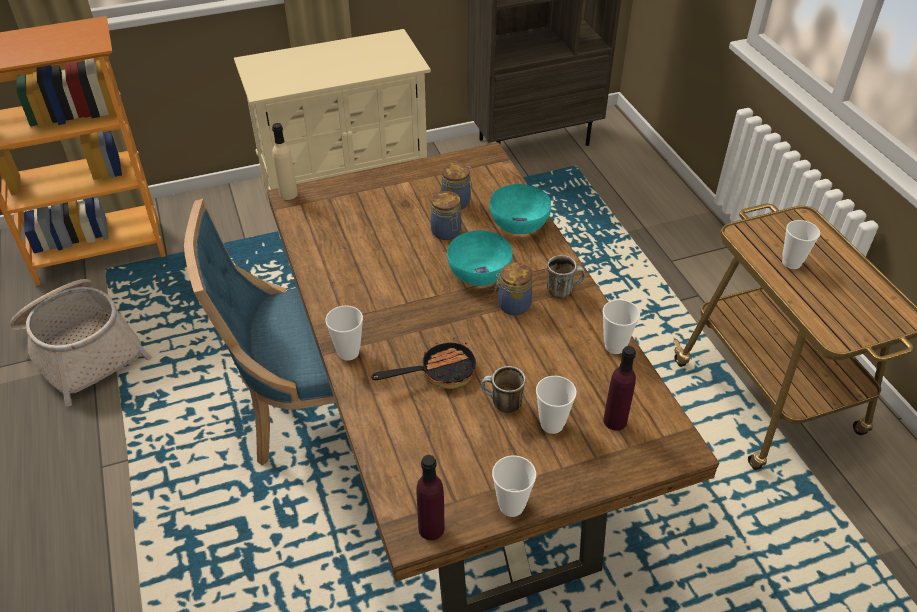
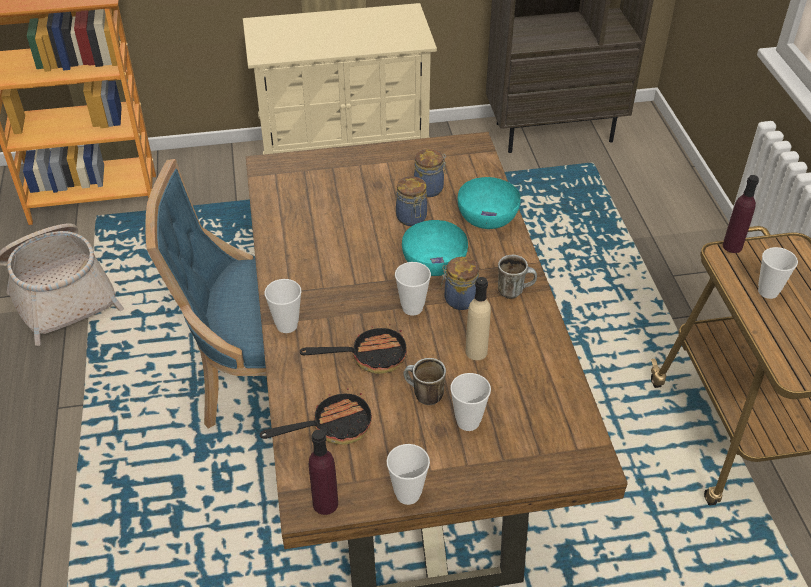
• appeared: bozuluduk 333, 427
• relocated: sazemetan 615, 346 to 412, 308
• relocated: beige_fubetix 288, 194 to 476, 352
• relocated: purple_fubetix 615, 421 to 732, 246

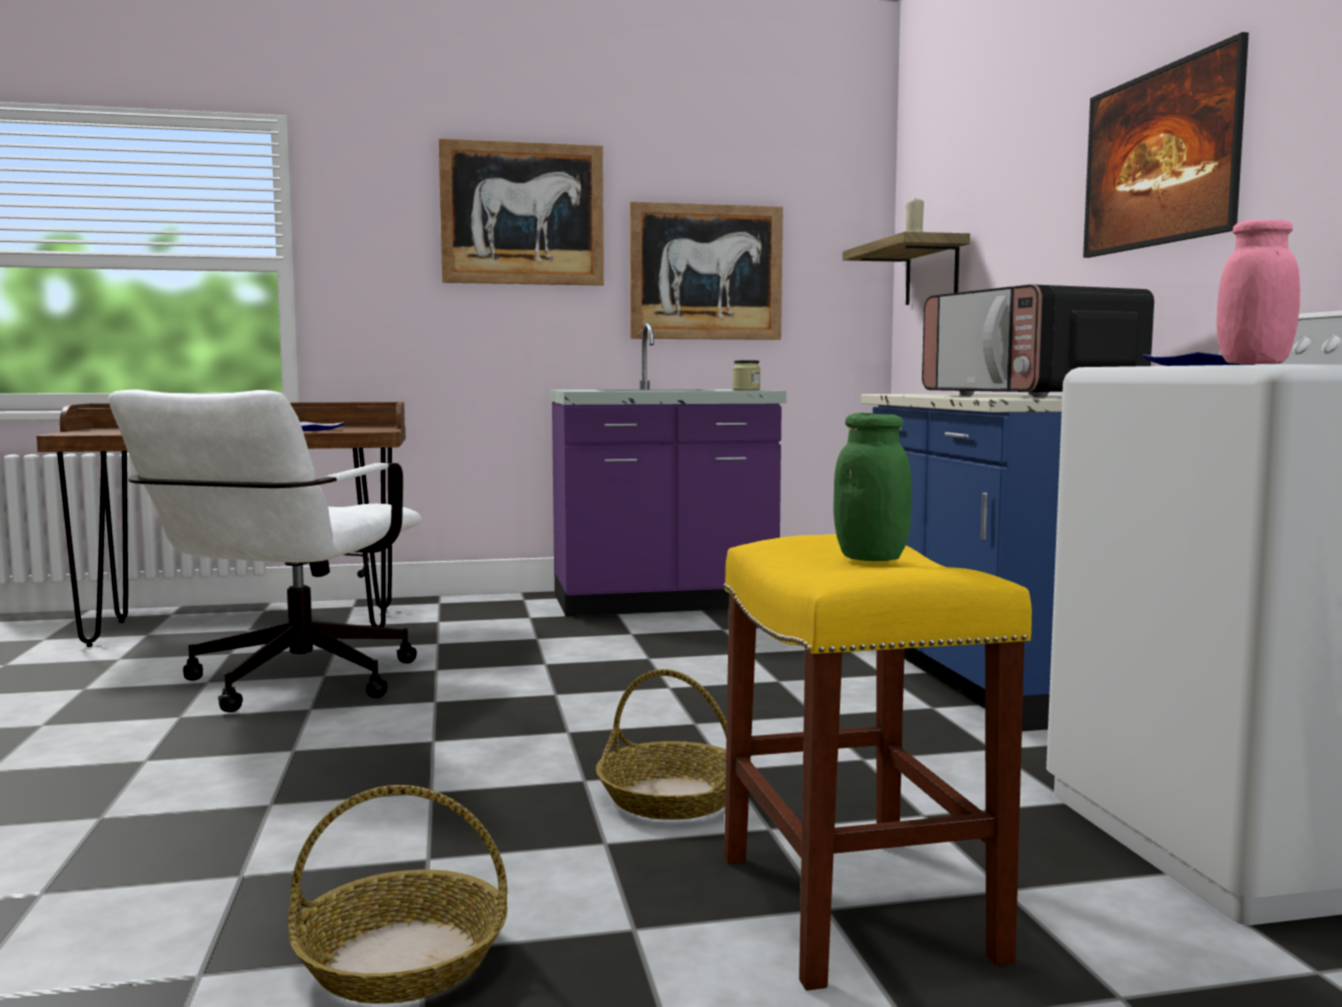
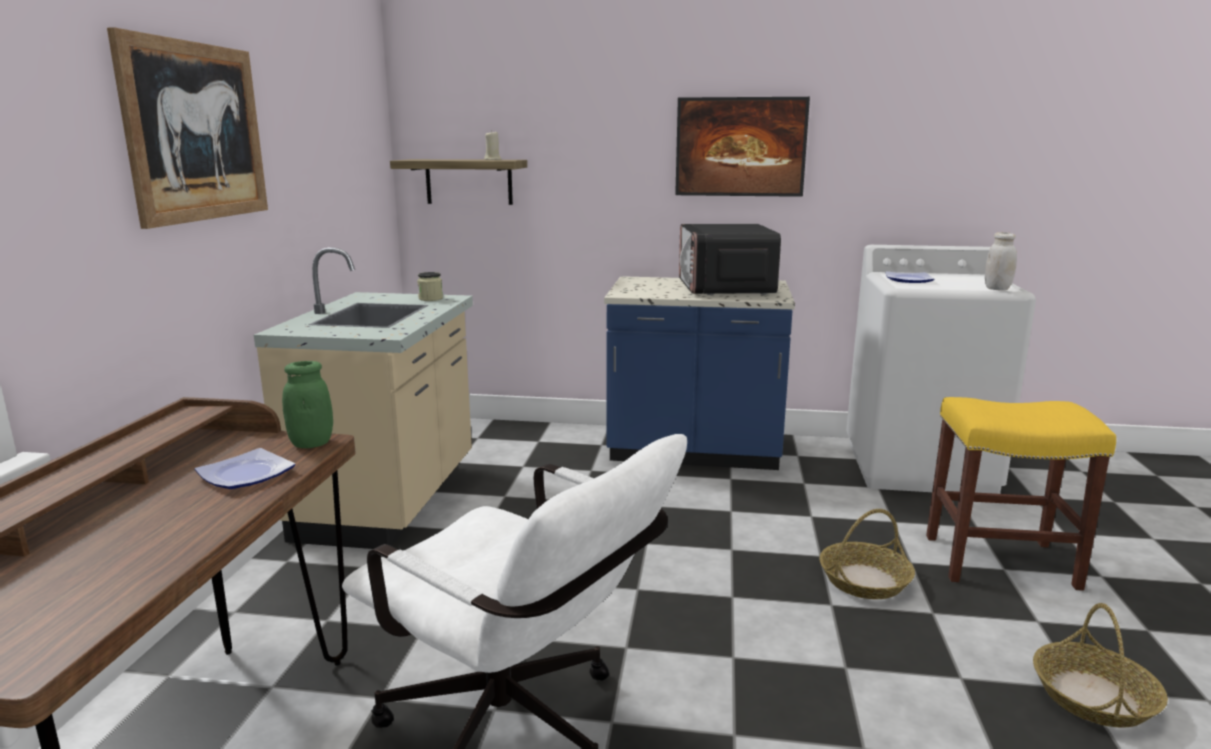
• colour: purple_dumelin 662, 603 to beige_dumelin 391, 501
• relocated: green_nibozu 871, 558 to 311, 443
• spun: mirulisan 1031, 396 = 725, 288 90 degrees clockwise
• colour: pink_nibozu 1254, 364 to white_nibozu 997, 289
• missing: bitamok 706, 272

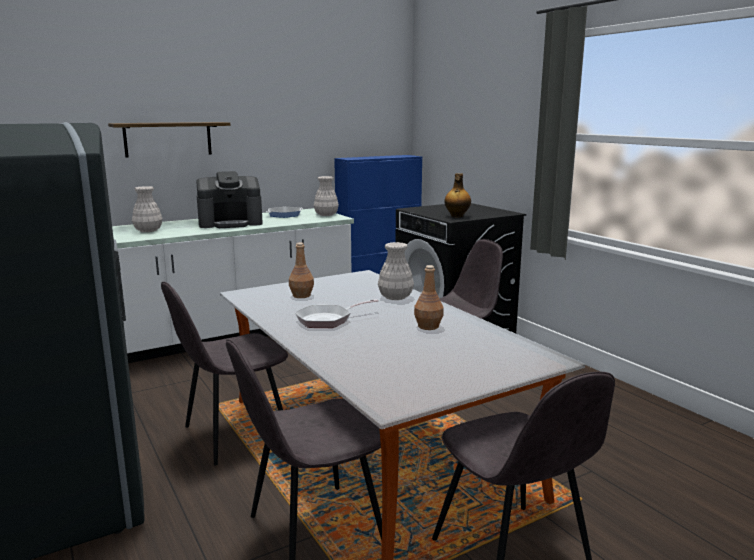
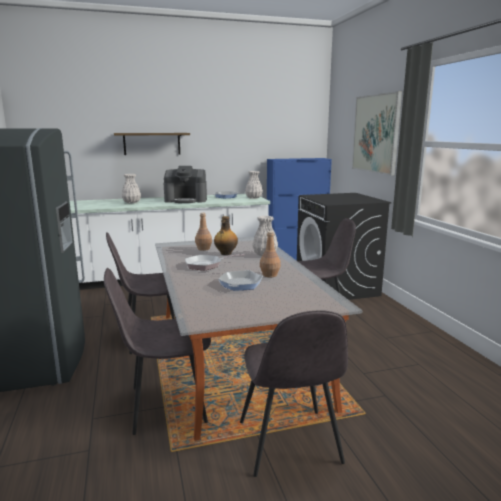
• relocated: fubetix 456, 216 to 225, 253
• appeared: bozuluduk 240, 284
• appeared: bitamok 376, 134

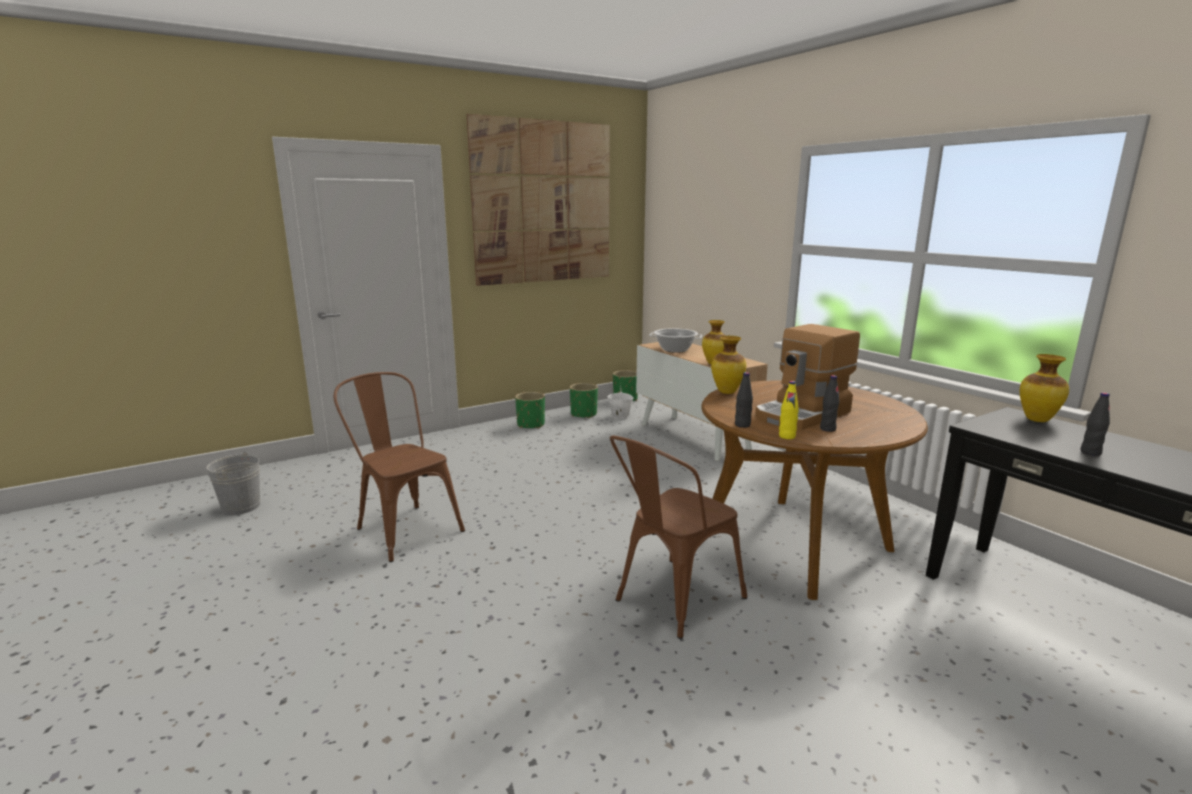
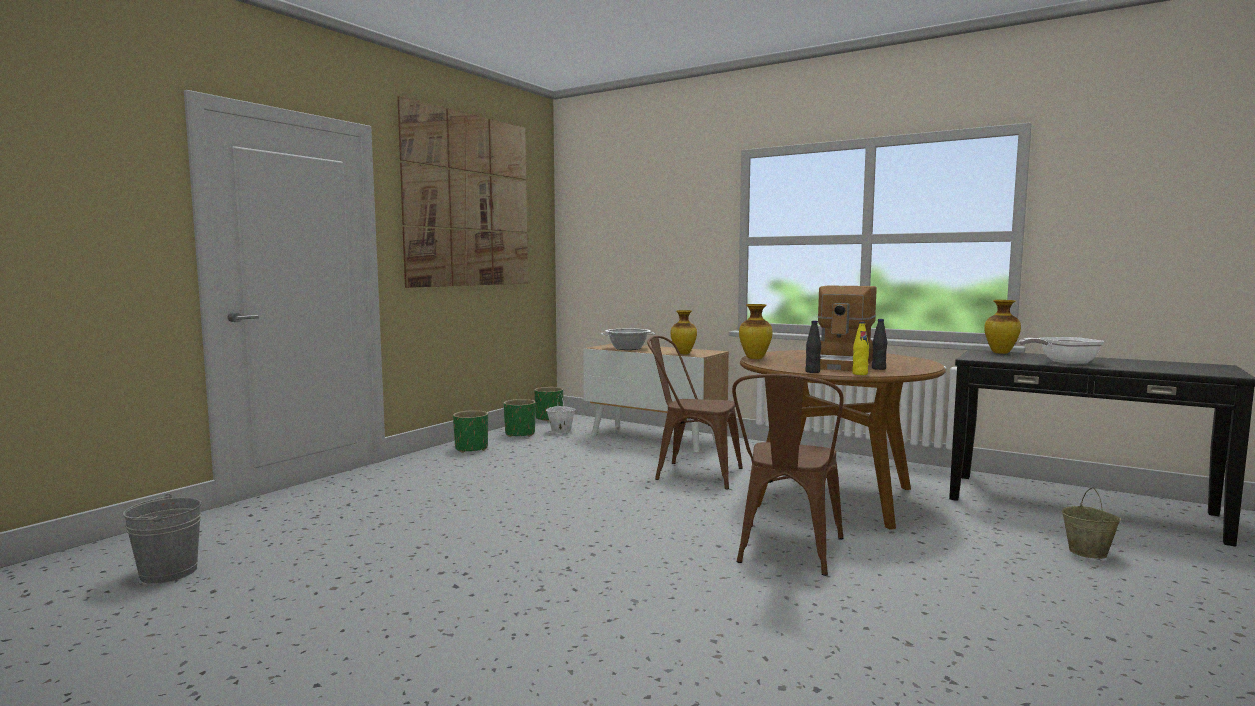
• relocated: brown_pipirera 403, 528 to 691, 473
• exchanged: black_fubetix 1090, 453 to bozuluduk 1063, 362
• appeared: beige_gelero 1088, 552

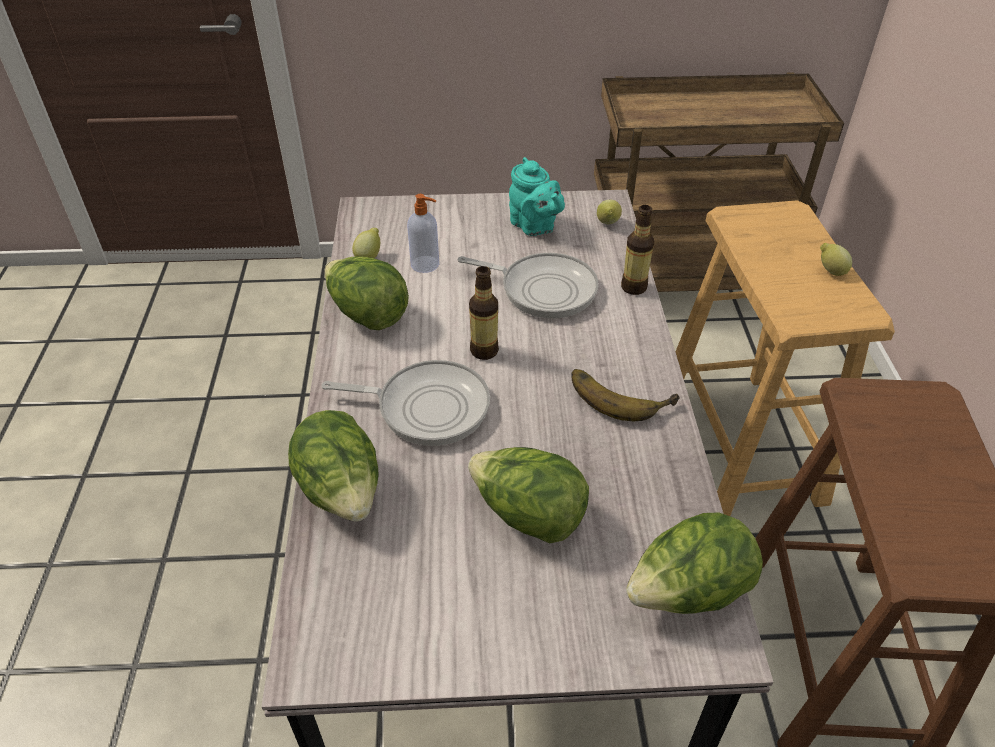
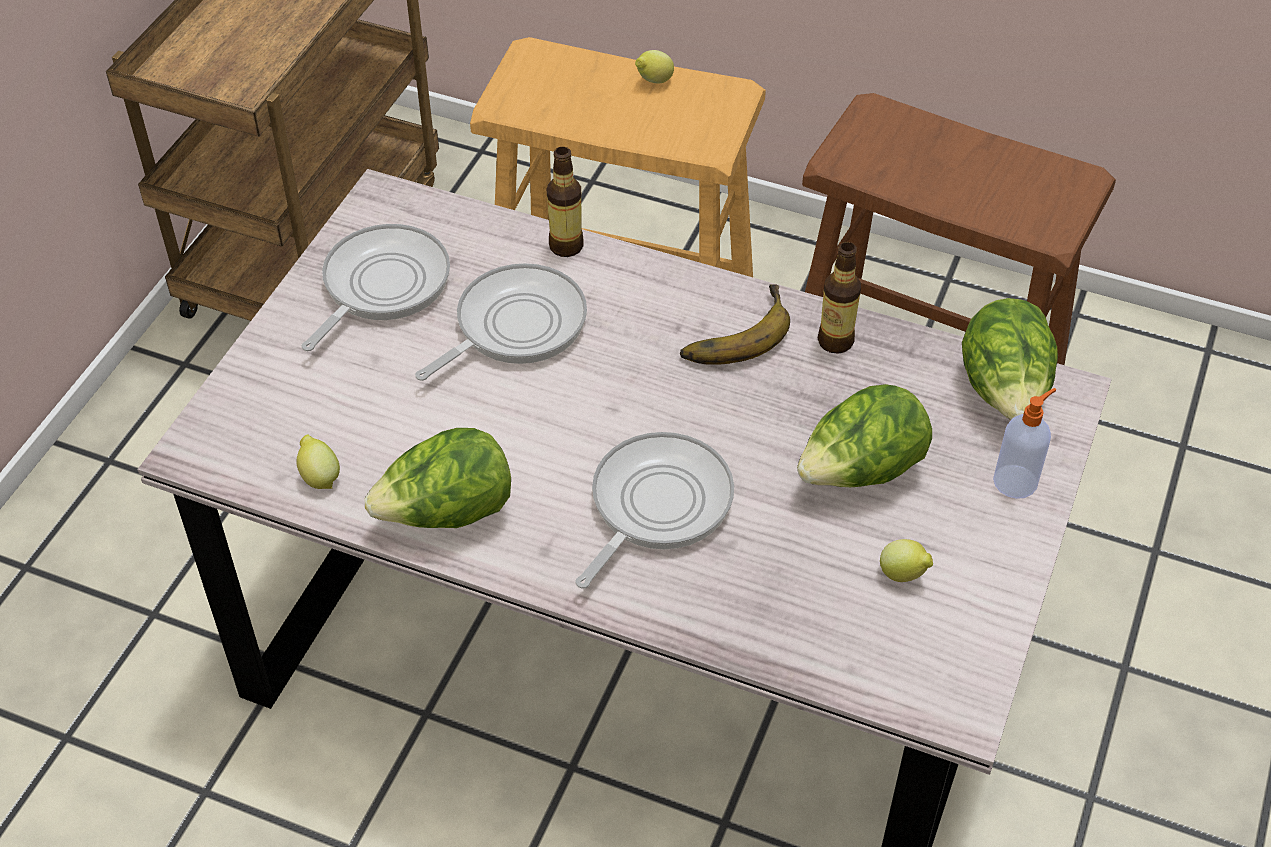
• exchanged: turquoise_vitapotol 534, 227 to bozuluduk 381, 286
• relocated: fubetix 484, 351 to 835, 341
• relocated: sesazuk 607, 224 to 903, 575
• relocated: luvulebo 426, 265 to 1016, 481
• missing: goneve 342, 492

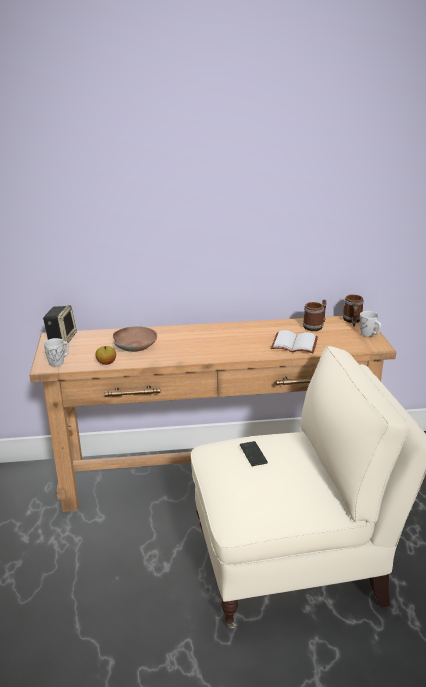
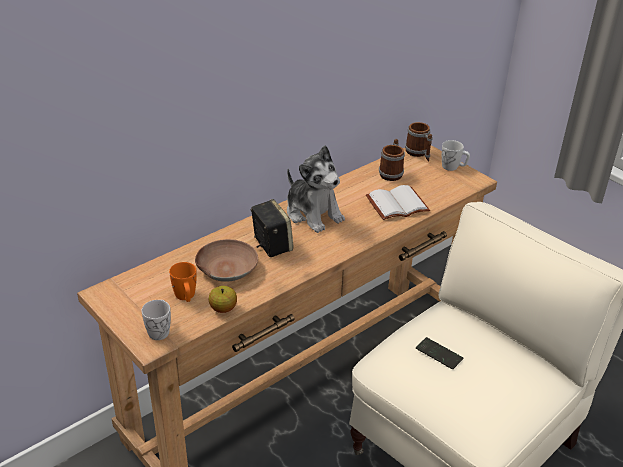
• appeared: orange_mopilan 185, 297
• relocated: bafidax 61, 339 to 271, 245
• appeared: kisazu 313, 213

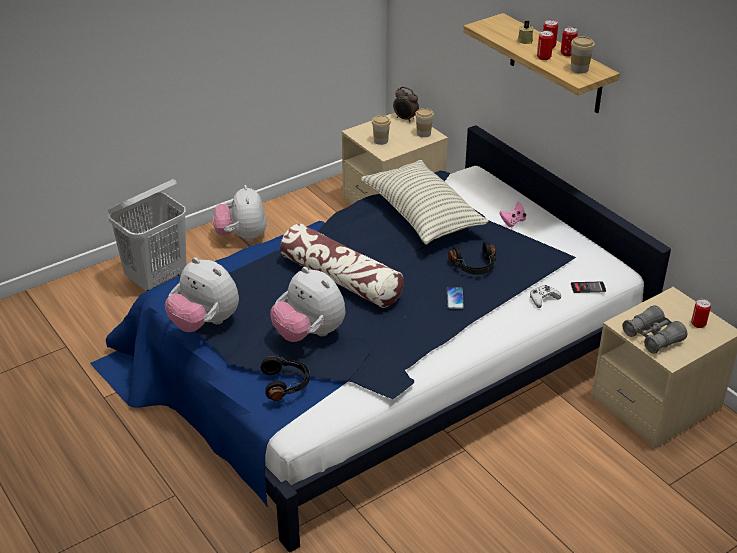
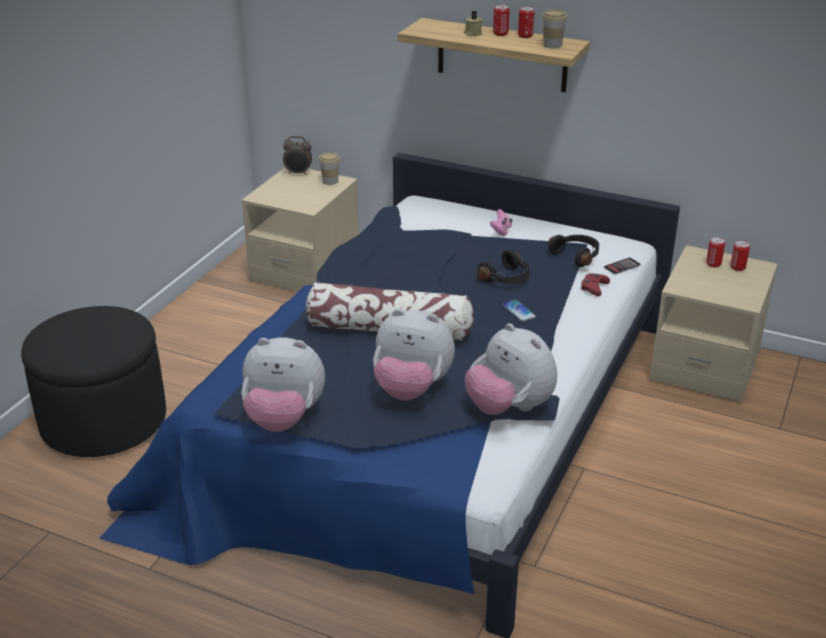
• exchanged: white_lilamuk 157, 278 to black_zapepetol 104, 421
• relocated: kisazu 242, 236 to 509, 408
• relocated: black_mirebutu 286, 384 to 576, 256
• colour: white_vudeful 543, 299 to red_vudeful 594, 287
• relocated: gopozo 543, 57 to 713, 264
• missing: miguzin 422, 216
• missing: sazemetan 381, 141
• missing: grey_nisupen 652, 337

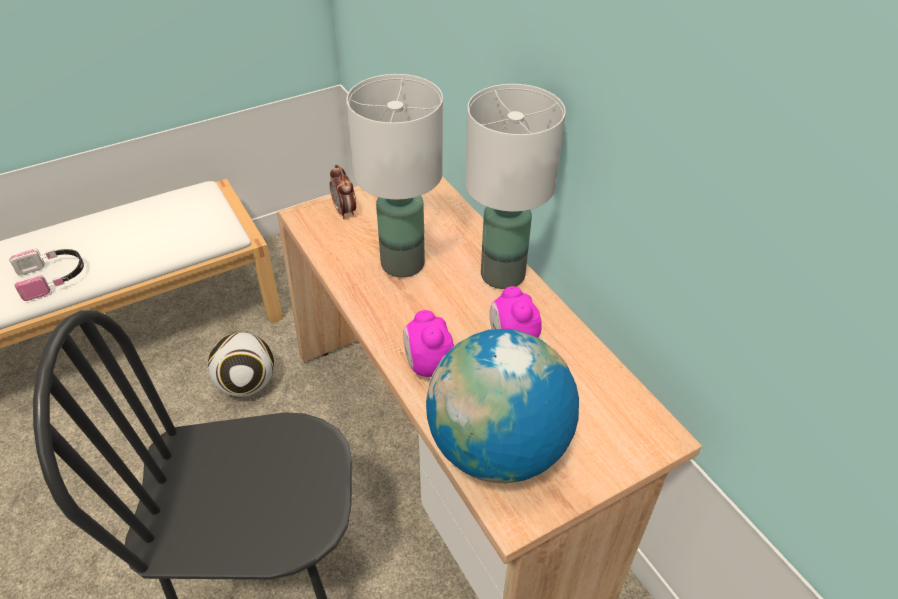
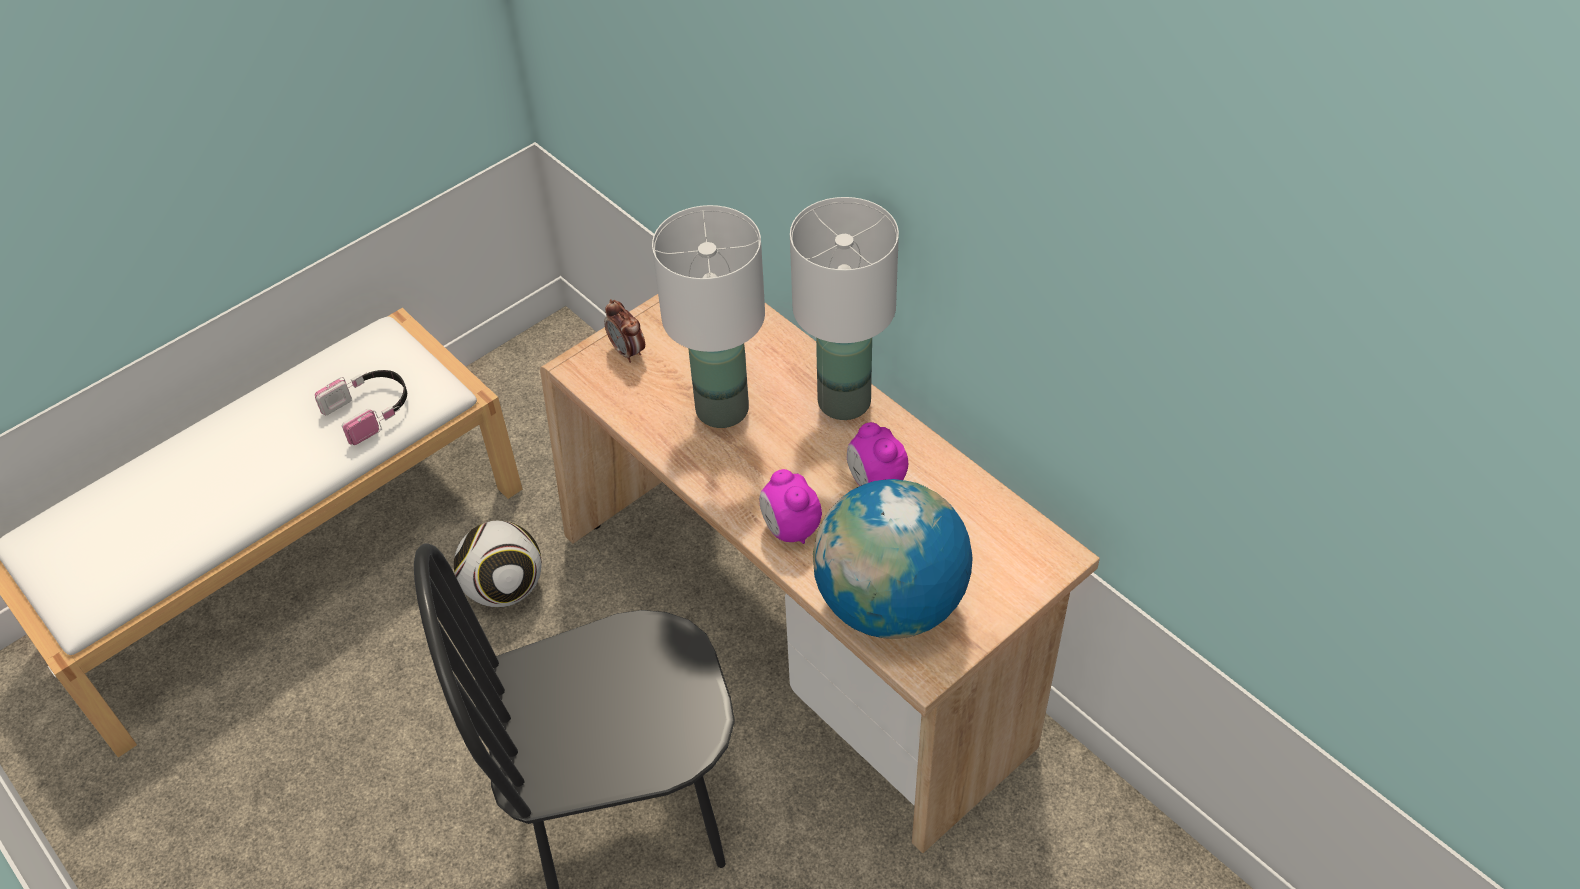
• relocated: mirebutu 53, 278 to 371, 410

